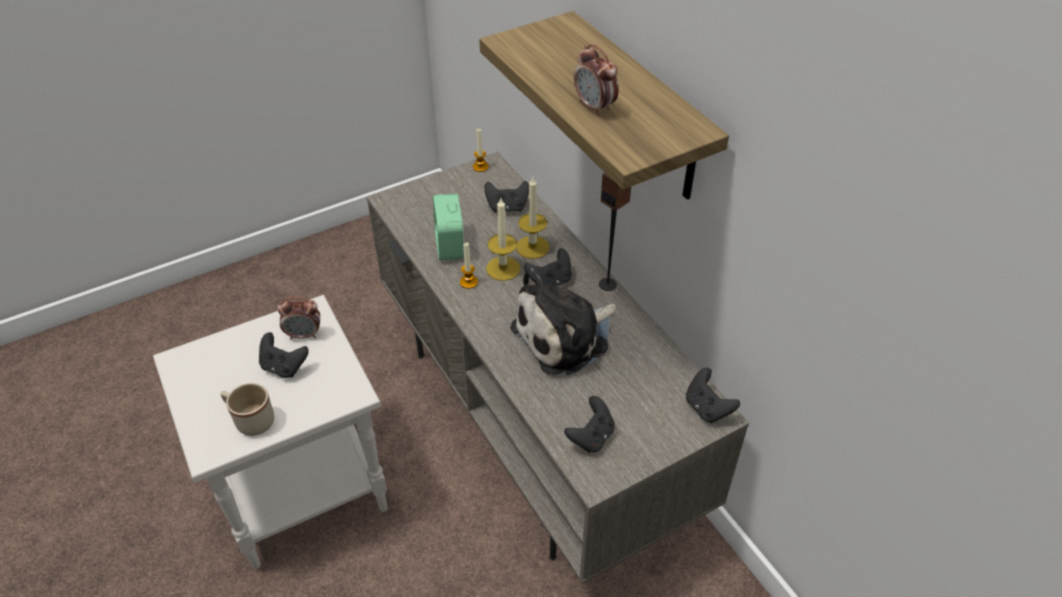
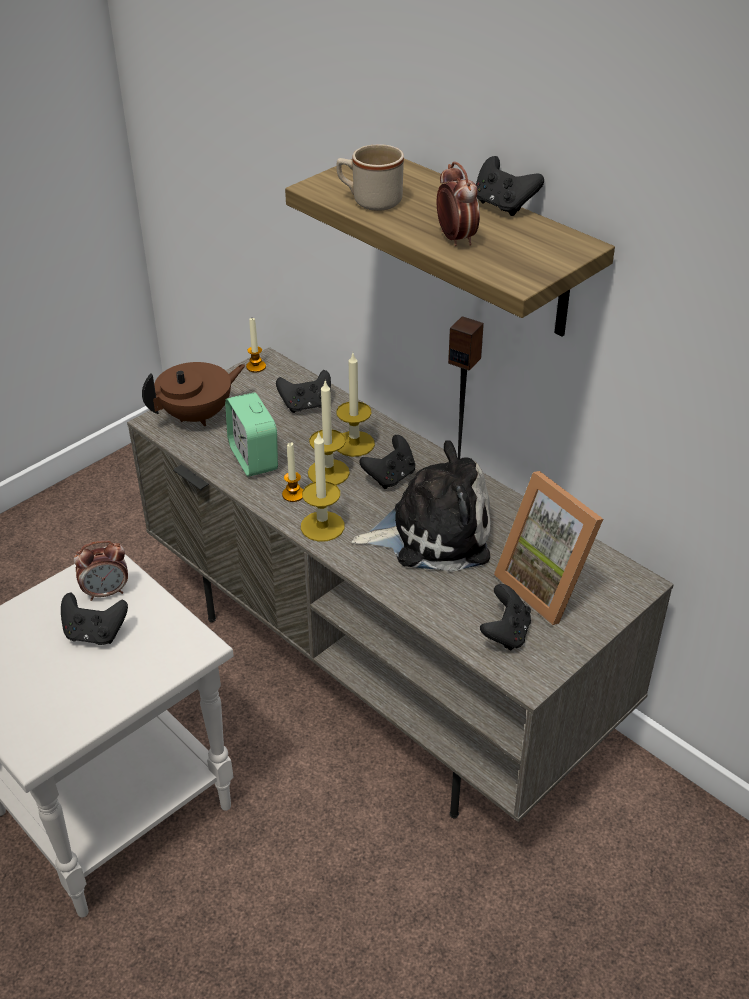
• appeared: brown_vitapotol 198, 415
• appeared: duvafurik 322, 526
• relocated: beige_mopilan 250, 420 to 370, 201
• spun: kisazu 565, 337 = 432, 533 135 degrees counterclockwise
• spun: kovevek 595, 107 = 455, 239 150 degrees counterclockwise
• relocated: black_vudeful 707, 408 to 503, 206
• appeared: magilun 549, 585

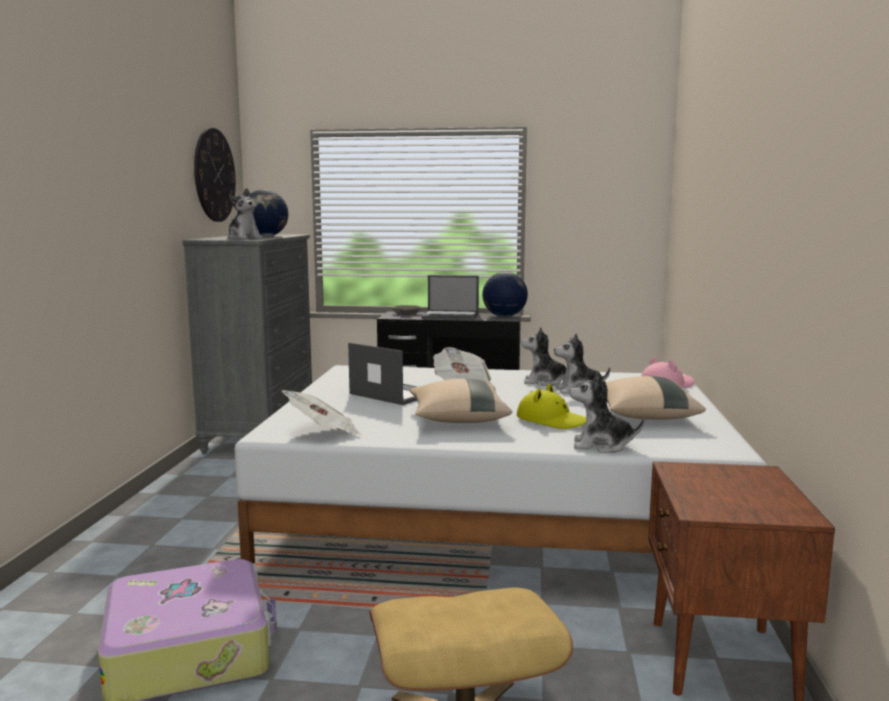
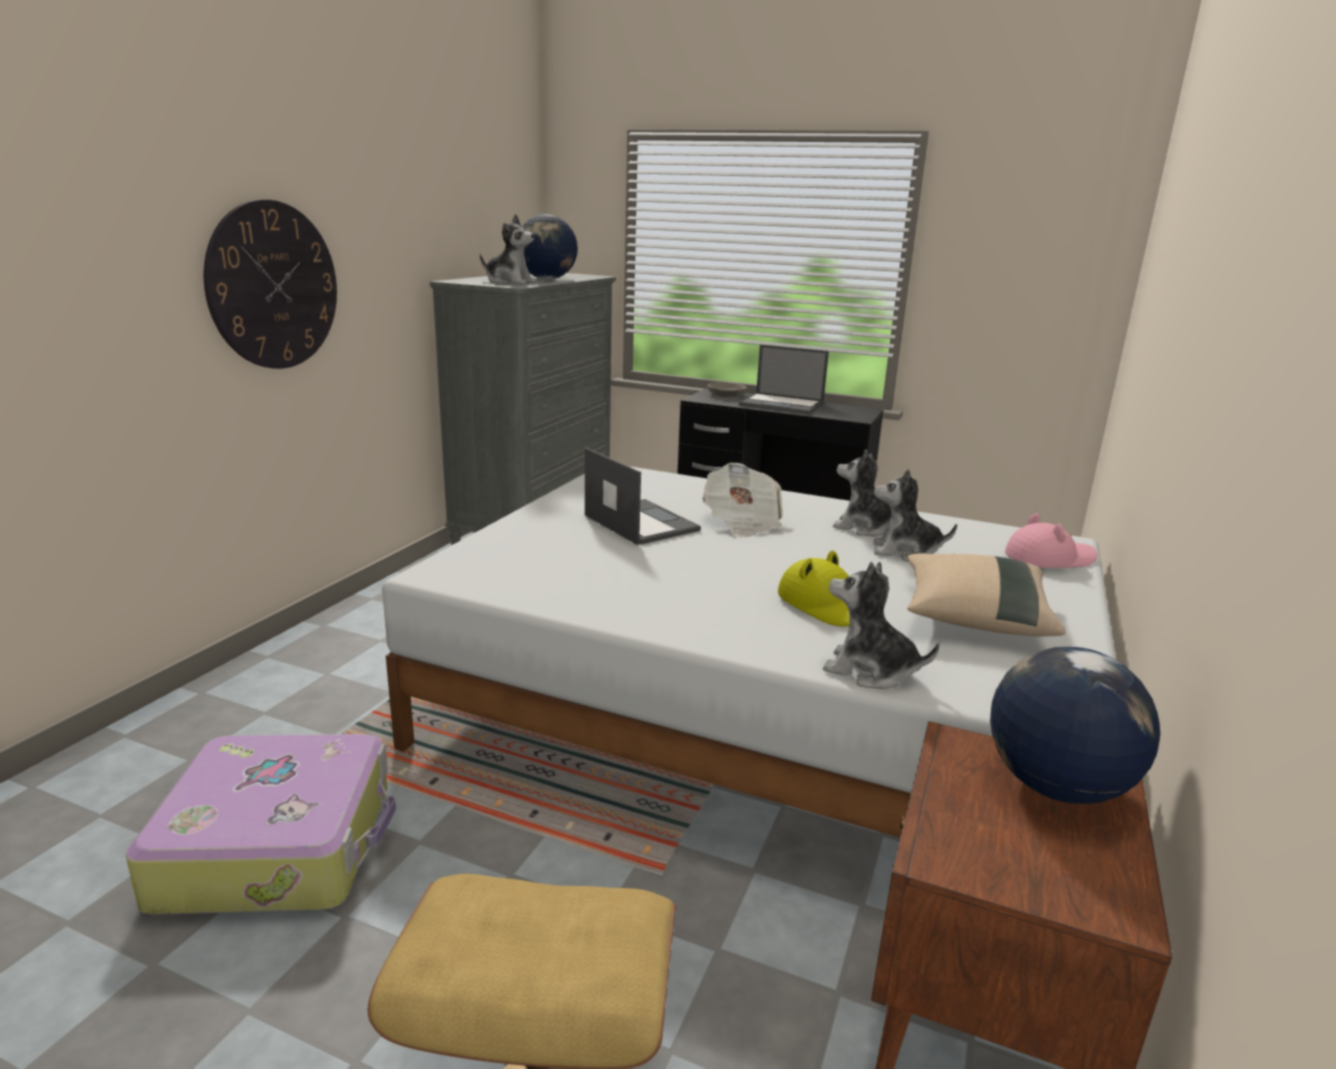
• relocated: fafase 214, 175 to 273, 286
• spun: kisazu 244, 238 = 510, 282 45 degrees counterclockwise
• relocated: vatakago 504, 316 to 1055, 787
• missing: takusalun 323, 432
• missing: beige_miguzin 458, 419

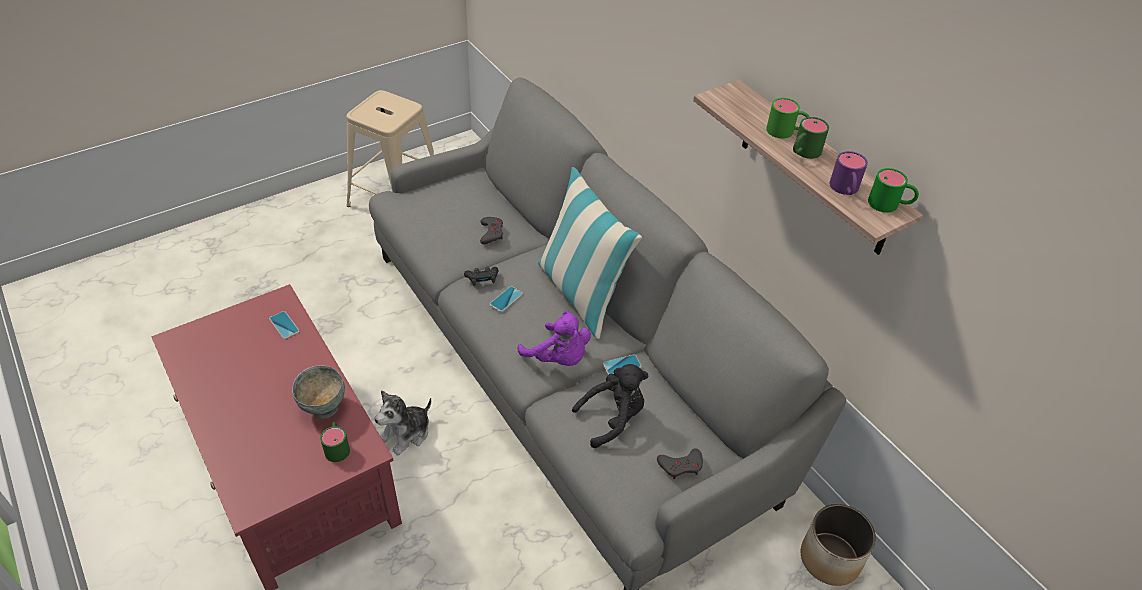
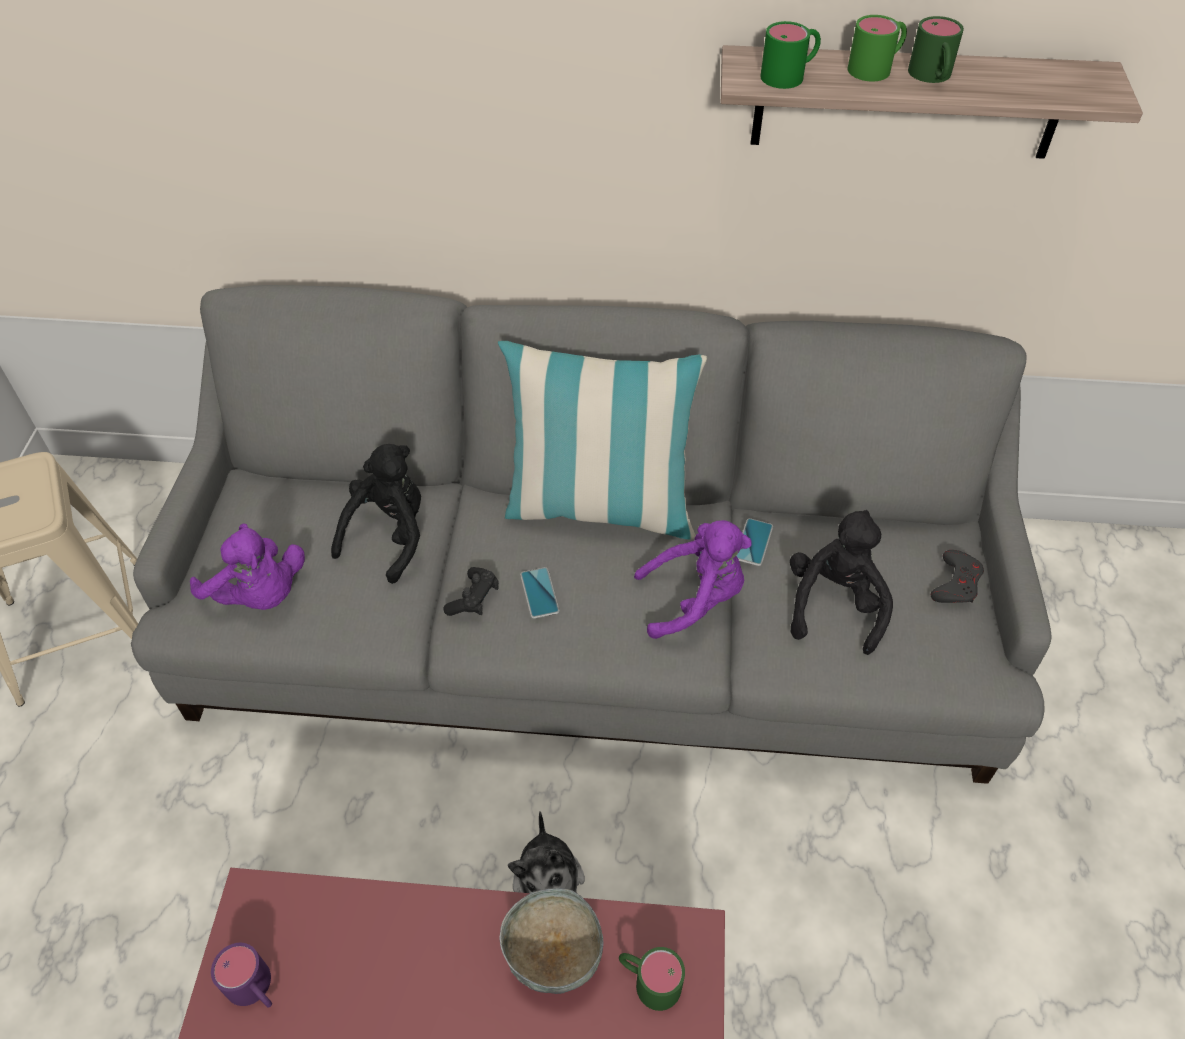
• appeared: purple_kisazu 259, 595
• relocated: purple_mopilan 845, 190 to 254, 989
• exchanged: grey_vudeful 491, 233 to black_kisazu 389, 535
• relocated: green_mopilan 890, 204 to 790, 74
• missing: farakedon 284, 325
• missing: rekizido 830, 559

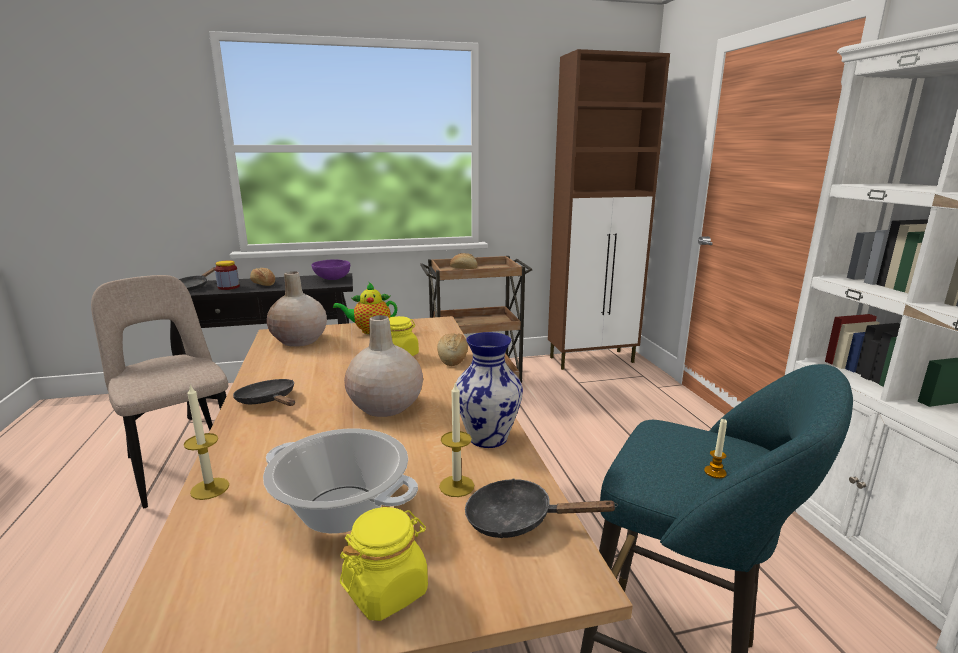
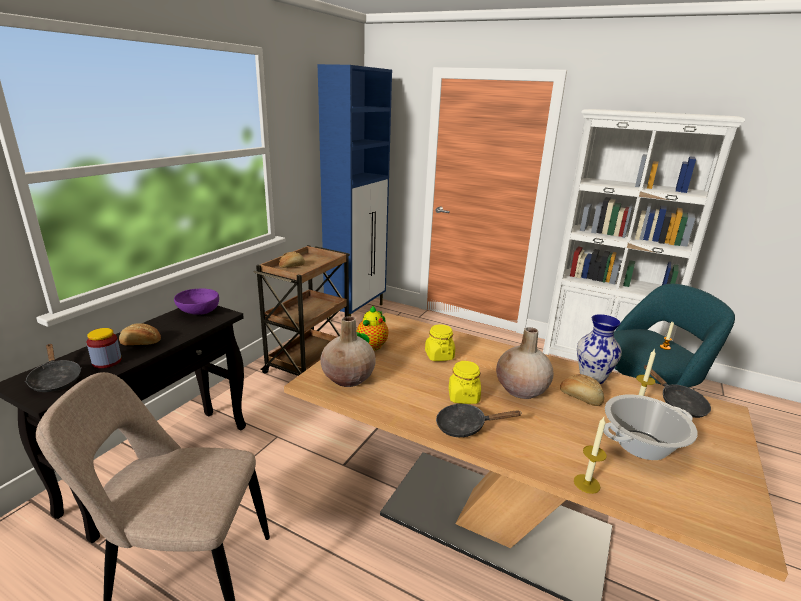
• colour: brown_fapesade 593, 360 to blue_fapesade 356, 312
• relocated: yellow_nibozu 386, 590 to 463, 396
• relocated: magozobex 452, 358 to 580, 397
• spun: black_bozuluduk 517, 520 = 678, 403 75 degrees counterclockwise

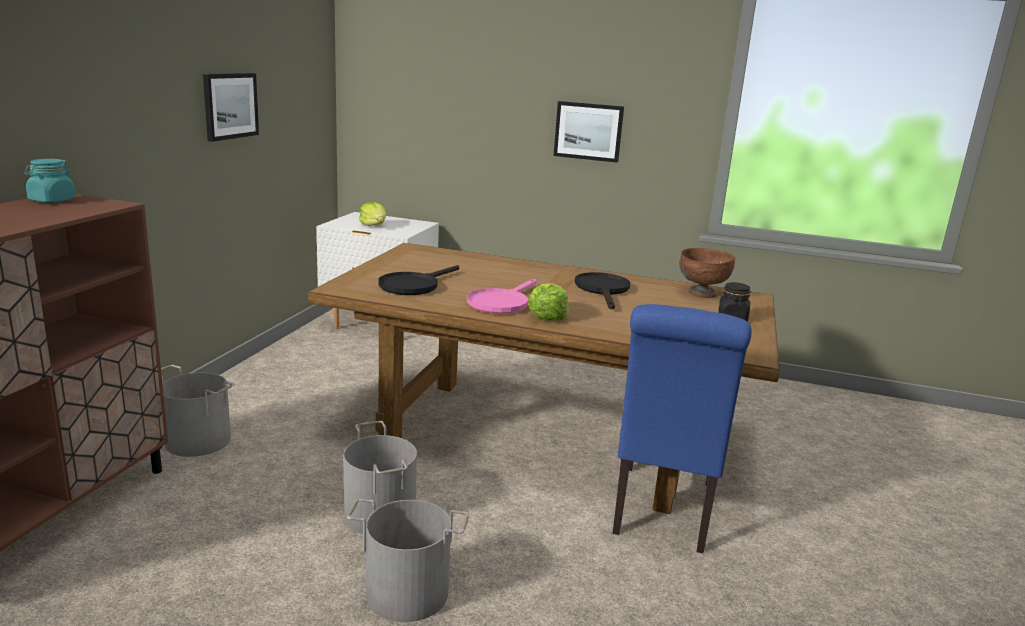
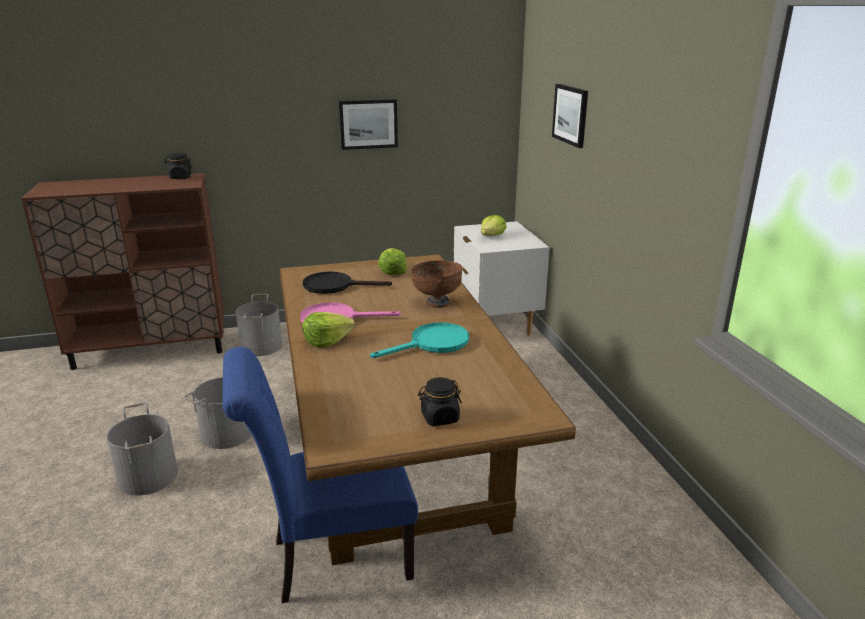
• colour: turquoise_nibozu 52, 200 to black_nibozu 180, 177
• colour: black_bozuluduk 603, 290 to turquoise_bozuluduk 432, 344
• appeared: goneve 392, 271
• relocated: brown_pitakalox 701, 294 to 437, 302
• relocated: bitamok 588, 131 to 571, 115

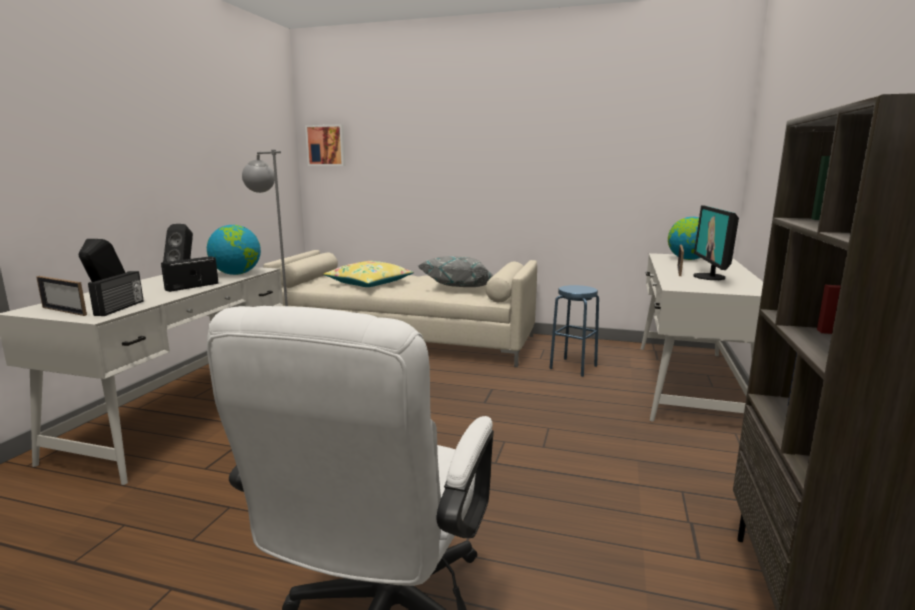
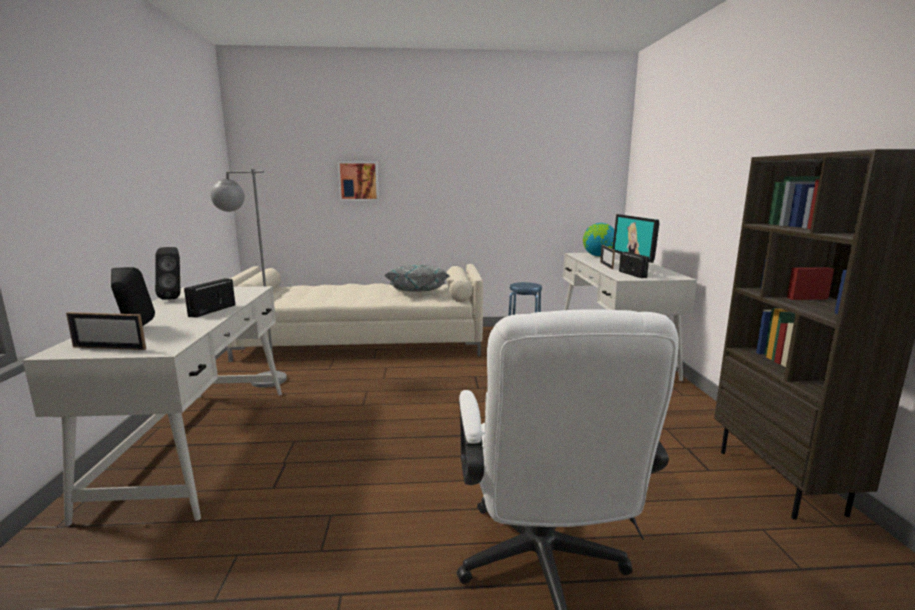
• relocated: bitamok 326, 145 to 358, 181
• relocated: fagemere 121, 308 to 633, 274
• missing: vatakago 237, 274
• missing: yellow_miguzin 369, 283

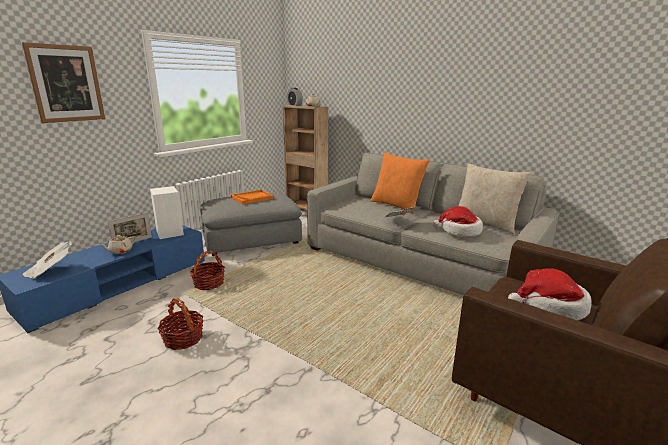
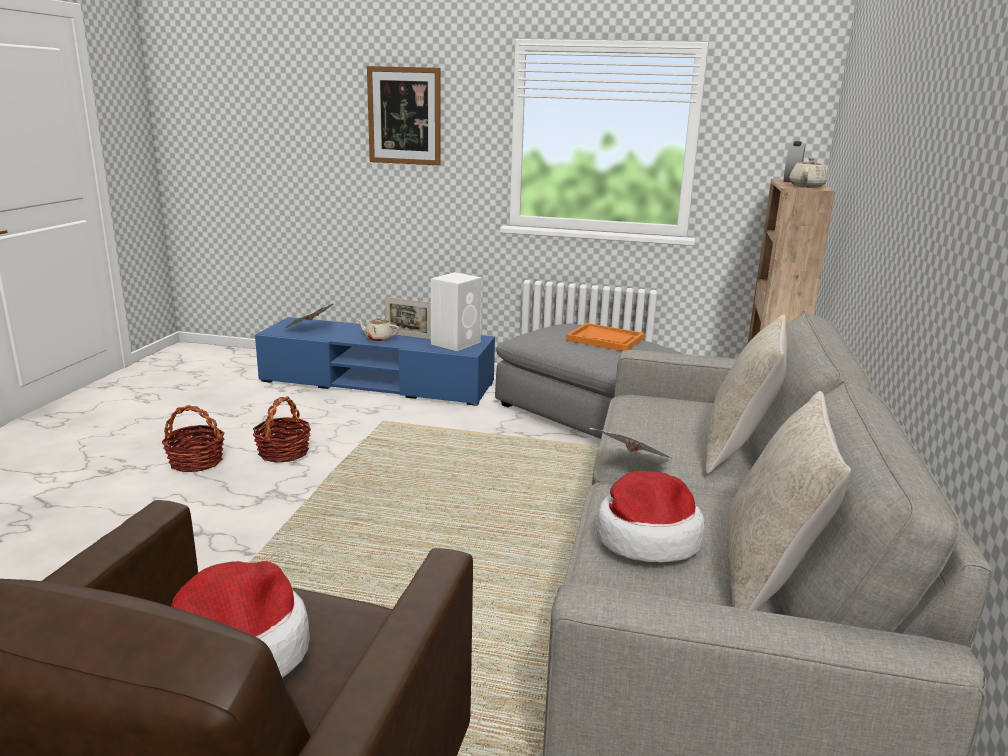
• relocated: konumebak 209, 283 to 196, 461
• colour: orange_miguzin 396, 205 to beige_miguzin 738, 449

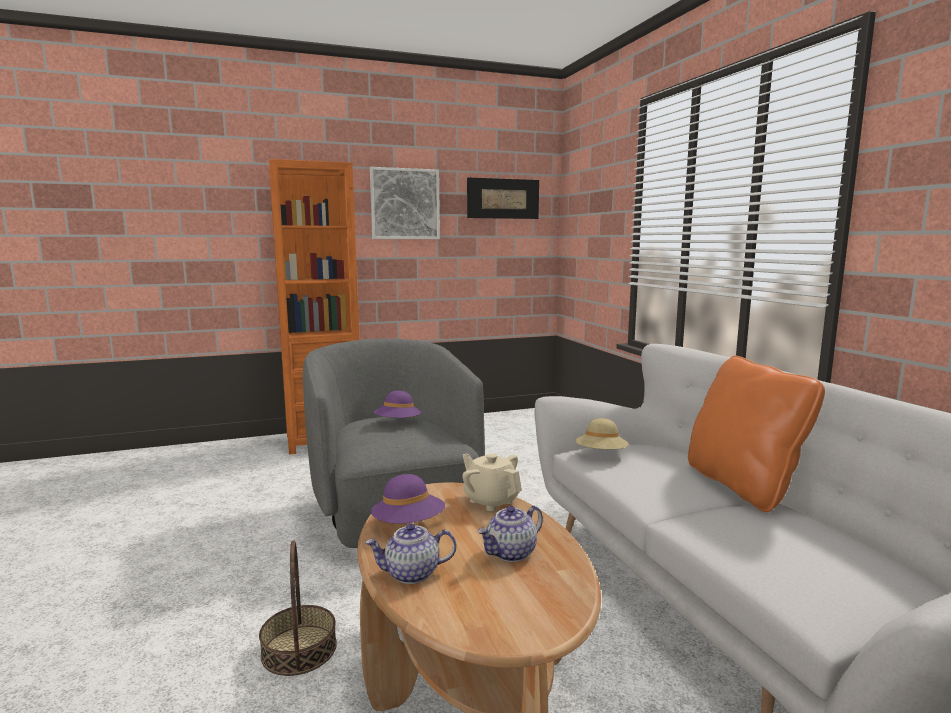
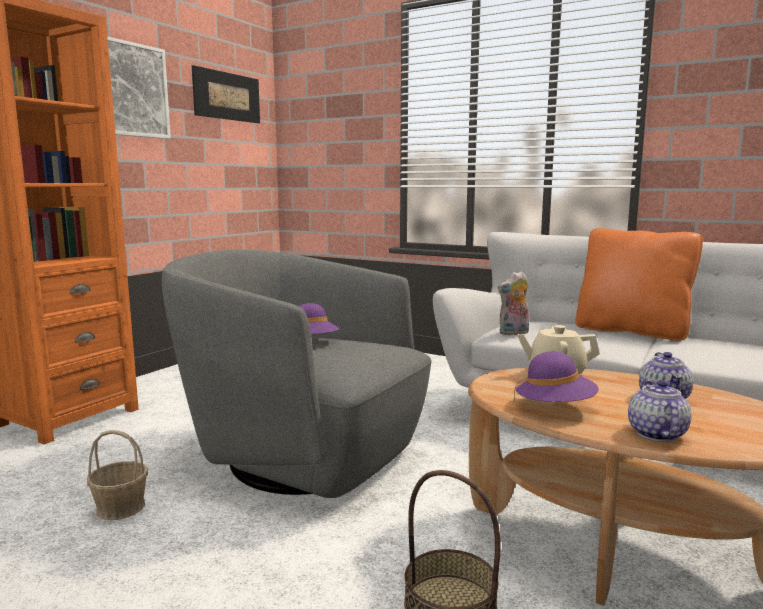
• appeared: konumebak 120, 507
• exchanged: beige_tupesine 601, 454 to kisazu 514, 333
• spun: vitapotol 411, 574 = 655, 433 150 degrees clockwise

